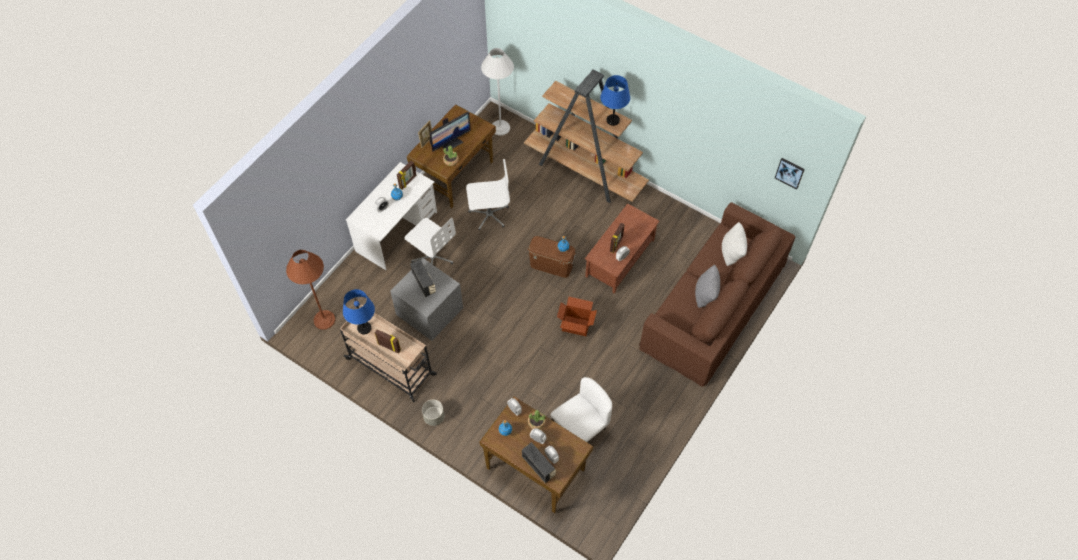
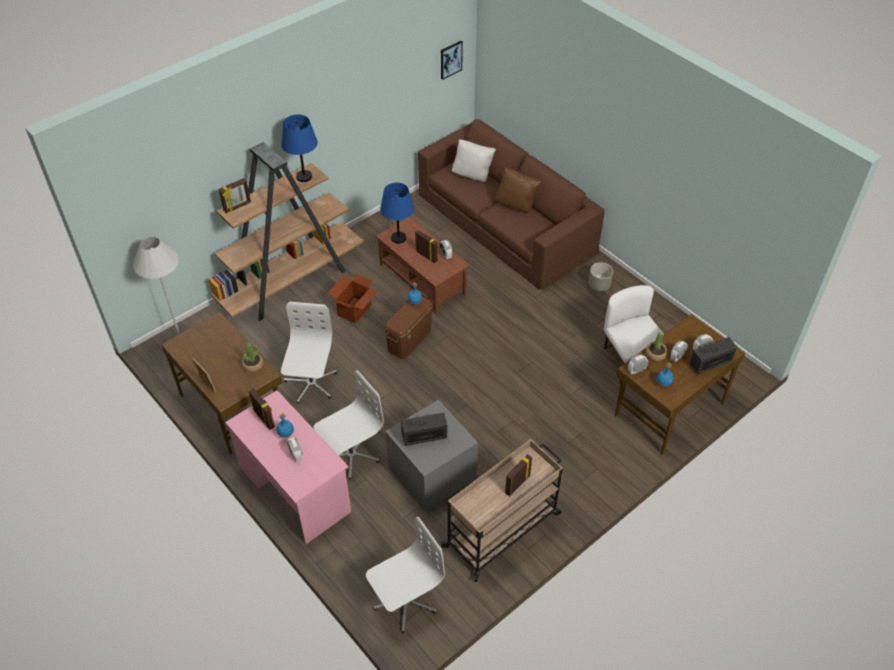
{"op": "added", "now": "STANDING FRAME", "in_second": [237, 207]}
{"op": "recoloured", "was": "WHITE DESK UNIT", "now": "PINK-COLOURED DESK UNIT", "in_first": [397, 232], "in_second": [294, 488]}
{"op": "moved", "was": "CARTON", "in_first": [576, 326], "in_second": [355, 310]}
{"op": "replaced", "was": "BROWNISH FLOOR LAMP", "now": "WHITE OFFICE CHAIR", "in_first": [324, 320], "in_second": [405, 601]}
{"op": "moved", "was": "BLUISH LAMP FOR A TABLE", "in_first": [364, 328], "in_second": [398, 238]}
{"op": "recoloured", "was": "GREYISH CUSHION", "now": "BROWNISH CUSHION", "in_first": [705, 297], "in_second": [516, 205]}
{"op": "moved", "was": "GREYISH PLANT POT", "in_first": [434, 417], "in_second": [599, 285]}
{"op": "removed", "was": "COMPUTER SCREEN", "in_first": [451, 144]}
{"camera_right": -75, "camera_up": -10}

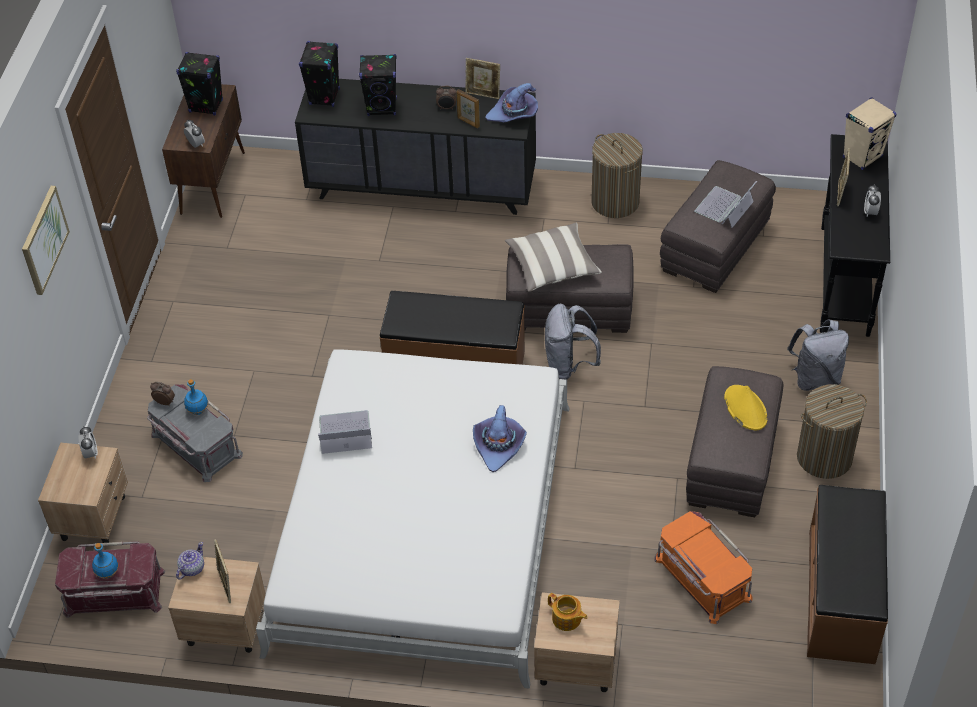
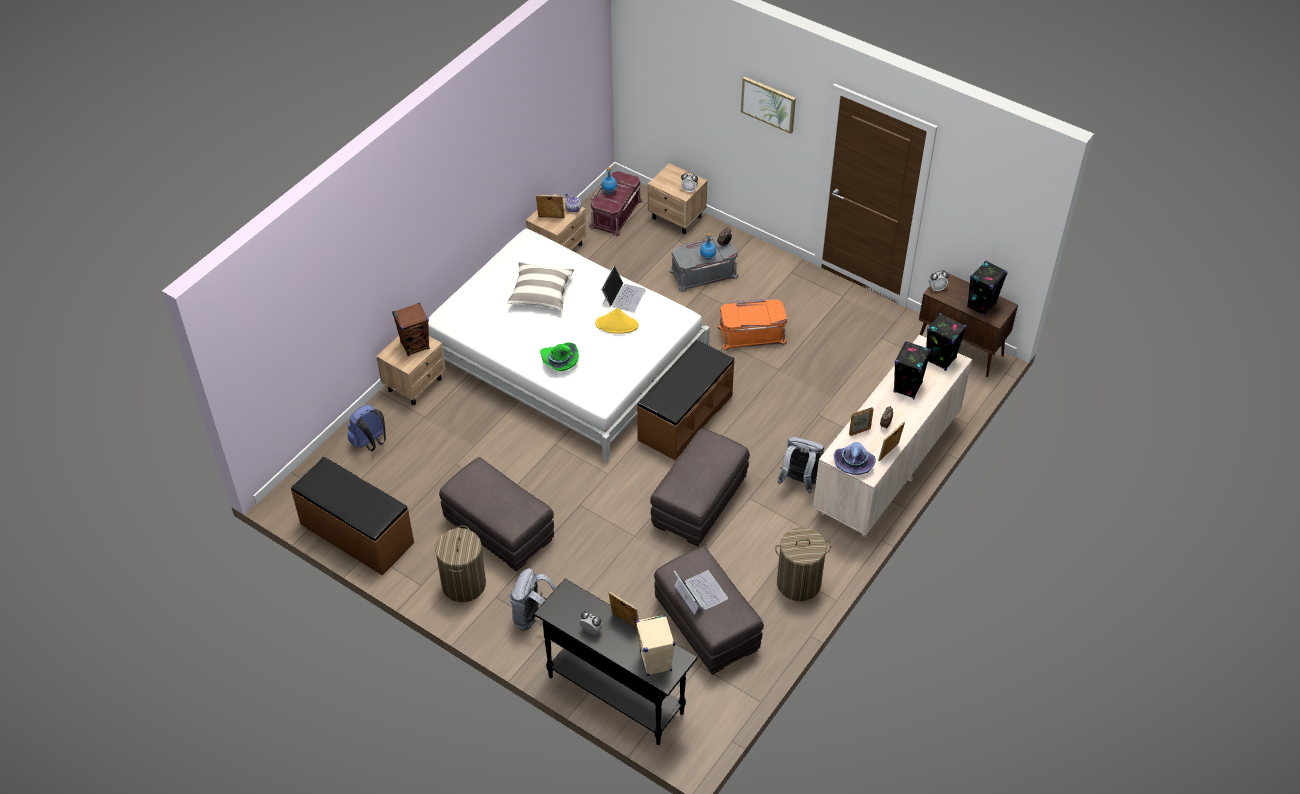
{"op": "added", "now": "BLUISH RUCKSACK", "in_second": [370, 443]}
{"op": "replaced", "was": "TEAPOT", "now": "BROWNISH SPEAKER", "in_first": [567, 619], "in_second": [415, 346]}
{"op": "moved", "was": "CUSHION", "in_first": [552, 266], "in_second": [541, 293]}
{"op": "recoloured", "was": "PURPLE WEARABLE HAT", "now": "GREENISH WEARABLE HAT", "in_first": [499, 445], "in_second": [559, 361]}
{"op": "moved", "was": "YELLOW WEARABLE HAT", "in_first": [745, 408], "in_second": [617, 325]}
{"op": "moved", "was": "ORANGE-COLOURED STORAGE BOX", "in_first": [701, 579], "in_second": [752, 334]}
{"op": "moved", "was": "GREYISH RUCKSACK", "in_first": [569, 365], "in_second": [799, 482]}
{"op": "recoloured", "was": "BLACKISH DRESSER", "now": "SAND-COLOURED DRESSER", "in_first": [422, 187], "in_second": [886, 468]}
{"camera_right": 115, "camera_up": 0}

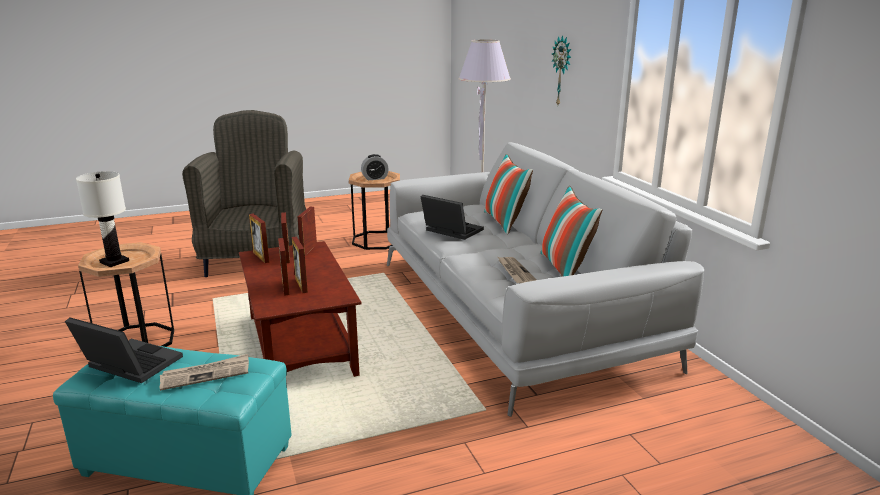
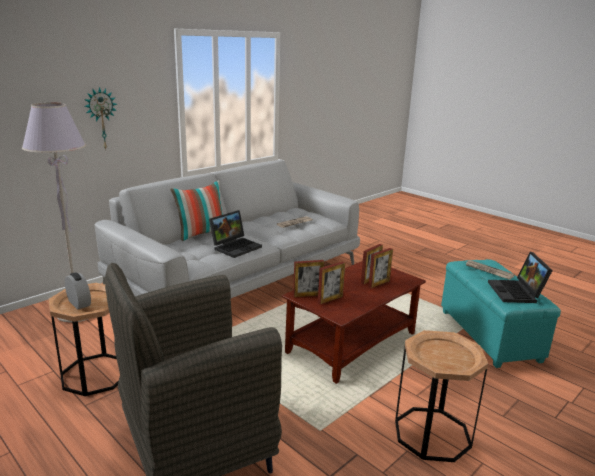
{"op": "turned", "was": "PORTABLE COMPUTER", "in_first": [450, 231], "in_second": [236, 247], "clockwise": -150}
{"op": "removed", "was": "WHITE LAMP FOR A TABLE", "in_first": [115, 262]}
{"op": "removed", "was": "STANDING FRAME", "in_first": [261, 257]}
{"op": "removed", "was": "CUSHION", "in_first": [565, 268]}
{"camera_right": -115, "camera_up": 0}

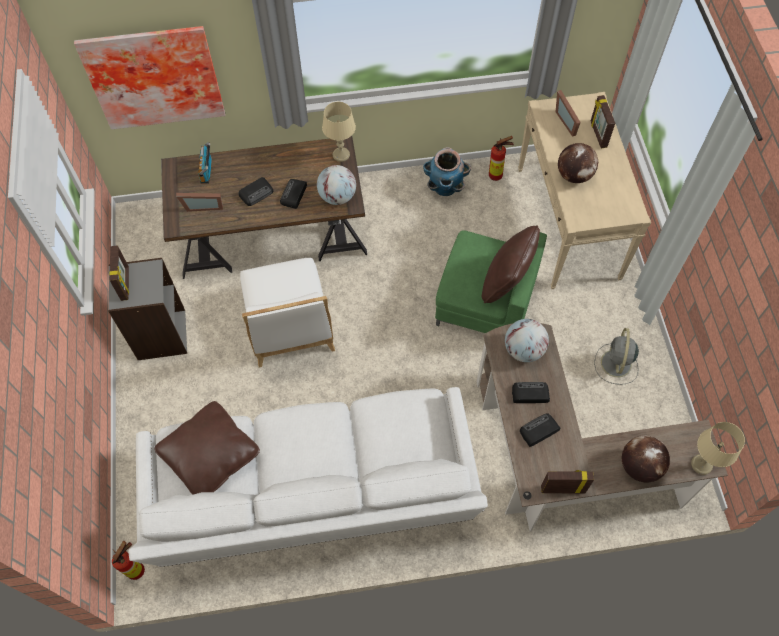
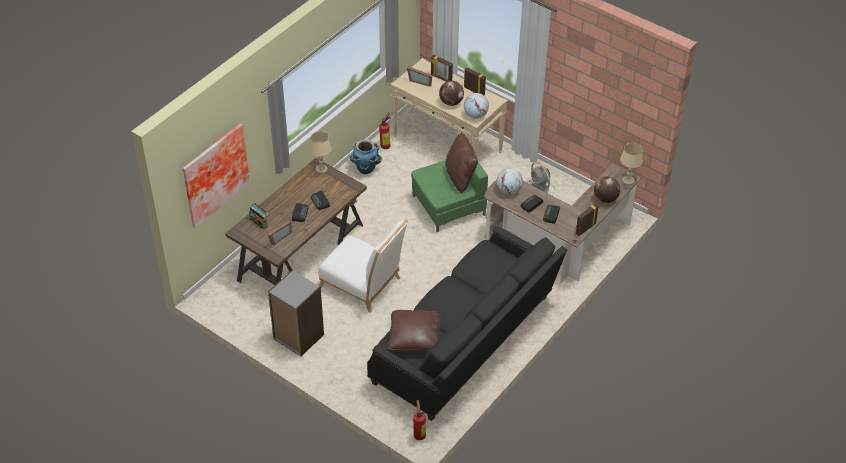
{"op": "recoloured", "was": "WHITE SOFA", "now": "BLACKISH SOFA", "in_first": [313, 495], "in_second": [465, 342]}
{"op": "moved", "was": "STANDING FRAME", "in_first": [125, 283], "in_second": [474, 91]}
{"op": "moved", "was": "WORLD GLOBE", "in_first": [337, 197], "in_second": [475, 115]}
{"camera_right": -45, "camera_up": -15}

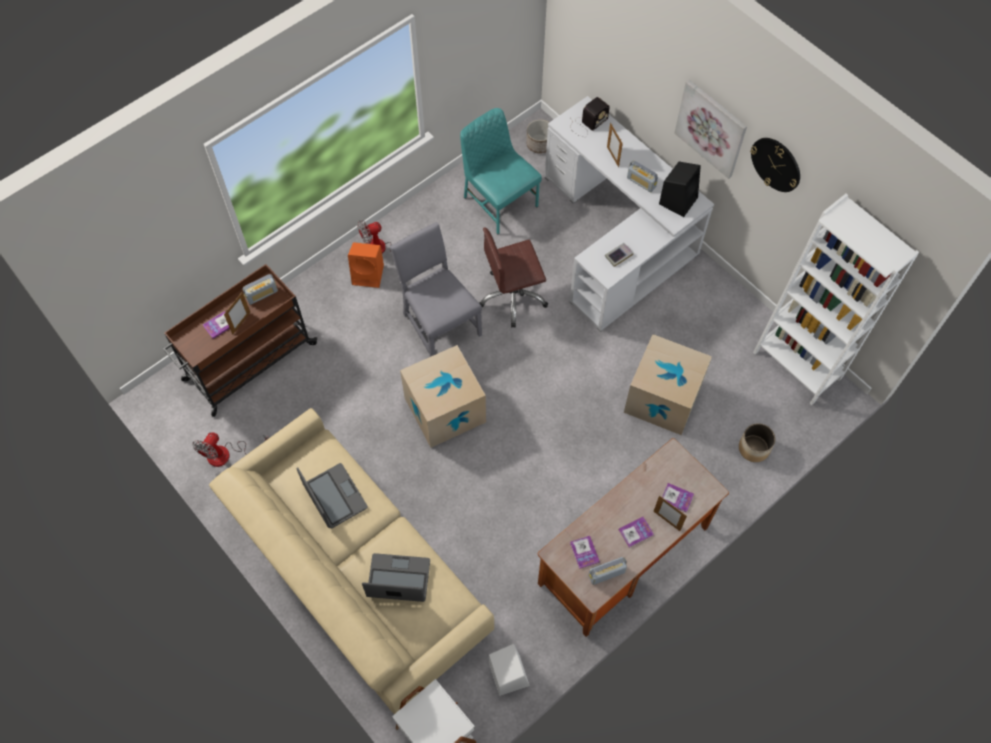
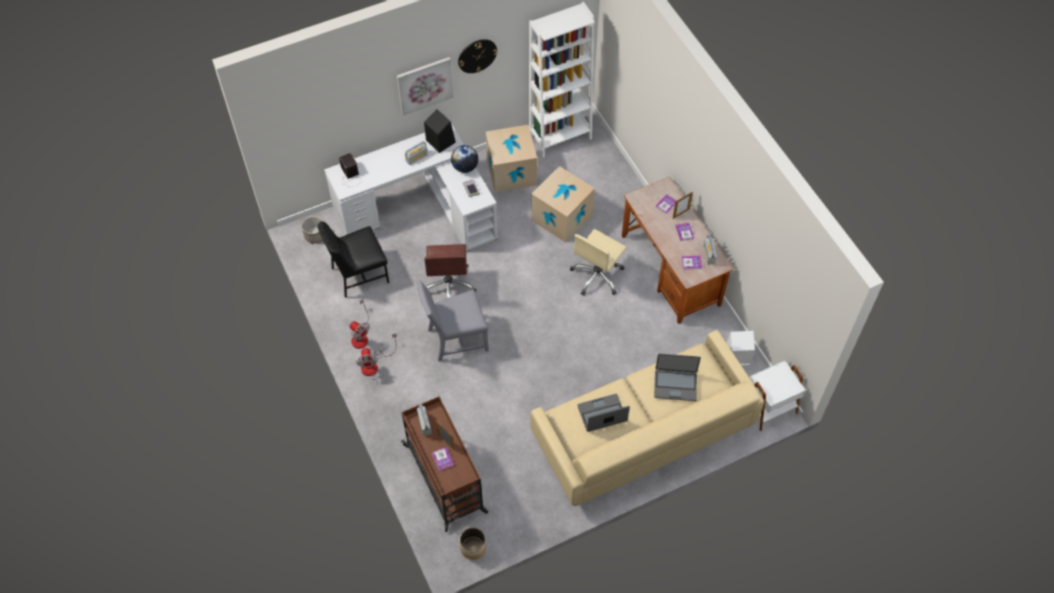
{"op": "recoloured", "was": "TURQUOISE-COLOURED CHAIR", "now": "BLACKISH CHAIR", "in_first": [499, 201], "in_second": [358, 274]}
{"op": "moved", "was": "COOLING FAN", "in_first": [227, 454], "in_second": [360, 335]}
{"op": "added", "now": "WORLD GLOBE", "in_second": [465, 167]}
{"op": "moved", "was": "PLANT POT", "in_first": [754, 449], "in_second": [473, 547]}
{"op": "moved", "was": "CARTON", "in_first": [445, 410], "in_second": [511, 171]}
{"op": "added", "now": "SAND-COLOURED OFFICE CHAIR", "in_second": [597, 276]}
{"op": "turned", "was": "PORTABLE COMPUTER", "in_first": [398, 579], "in_second": [675, 385], "clockwise": -105}
{"op": "removed", "was": "ORANGE-COLOURED SPEAKER", "in_first": [369, 274]}
{"op": "removed", "was": "STANDING FRAME", "in_first": [612, 157]}
{"camera_right": -75, "camera_up": -5}

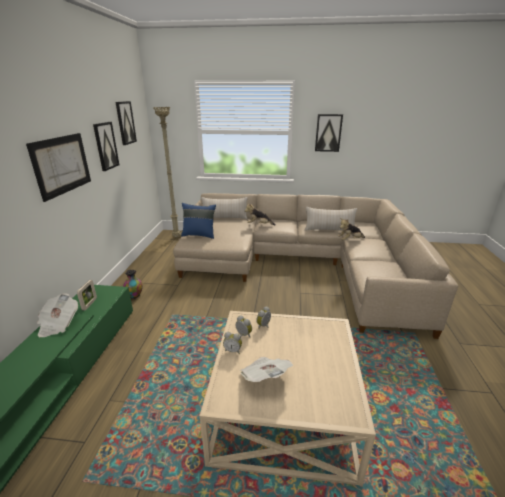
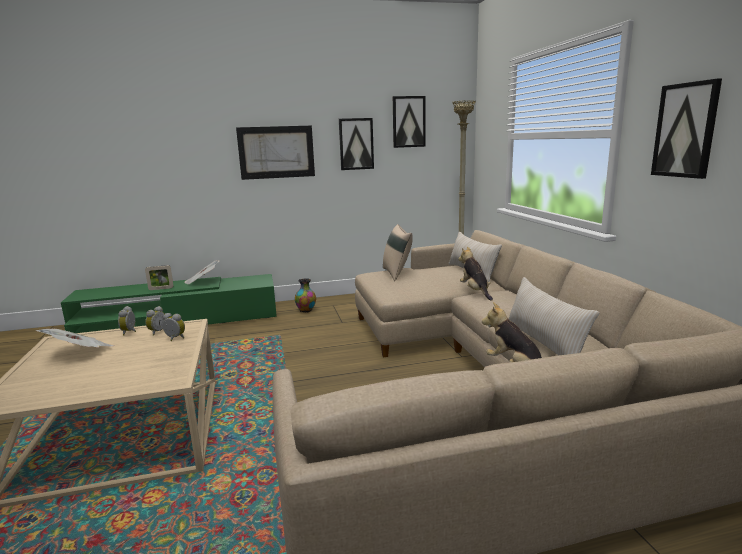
{"op": "moved", "was": "STANDING FRAME", "in_first": [89, 304], "in_second": [161, 288]}
{"op": "recoloured", "was": "BLUISH CUSHION", "now": "SAND-COLOURED CUSHION", "in_first": [199, 235], "in_second": [397, 274]}
{"camera_right": 70, "camera_up": -10}

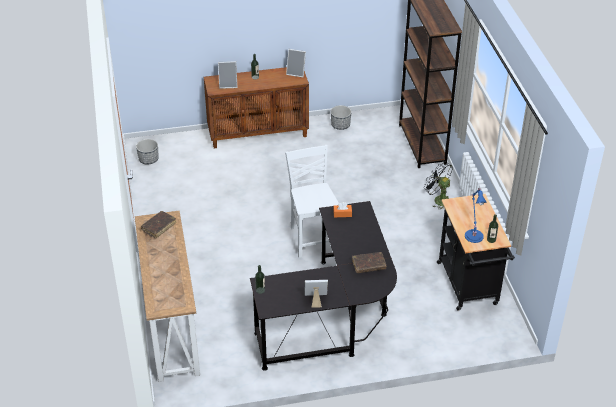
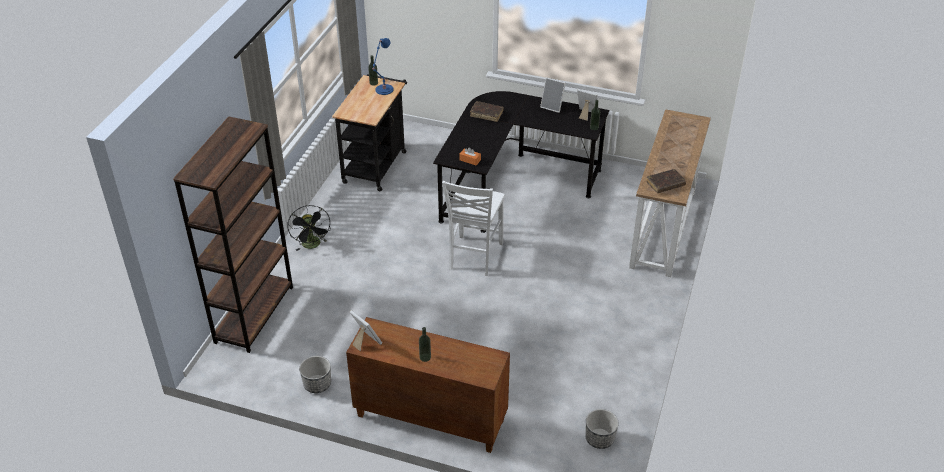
{"op": "moved", "was": "STANDING FRAME", "in_first": [228, 84], "in_second": [586, 114]}
{"camera_right": -150, "camera_up": 0}

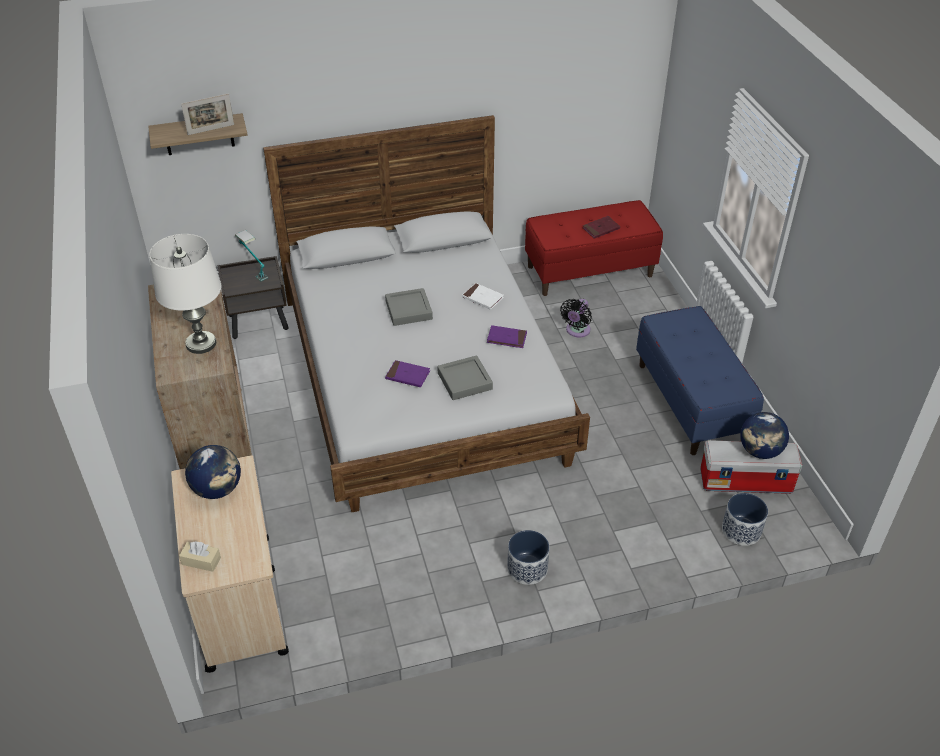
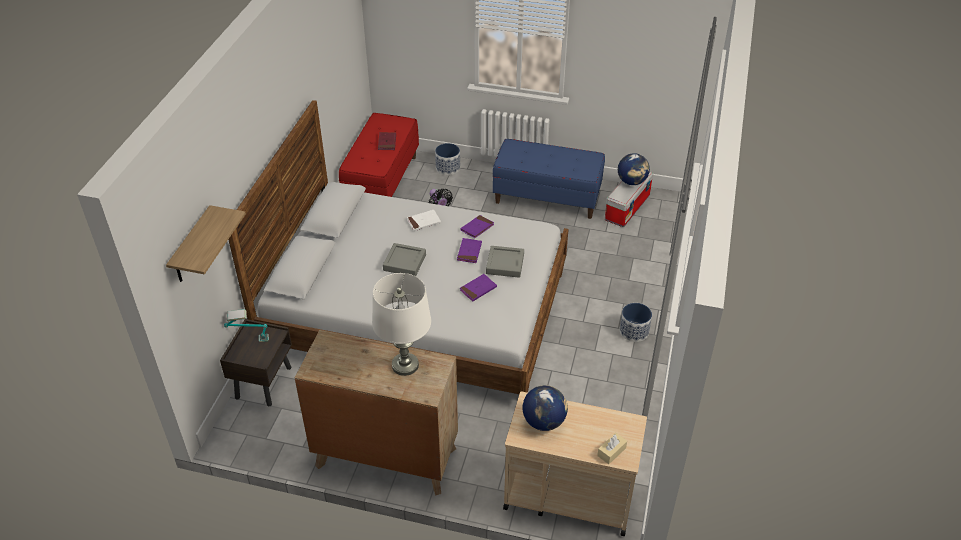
{"op": "moved", "was": "PLANT POT", "in_first": [741, 530], "in_second": [447, 168]}
{"op": "added", "now": "PURPLE BOUND BOOK", "in_second": [469, 252]}
{"op": "removed", "was": "STANDING FRAME", "in_first": [211, 129]}
{"camera_right": -60, "camera_up": 0}

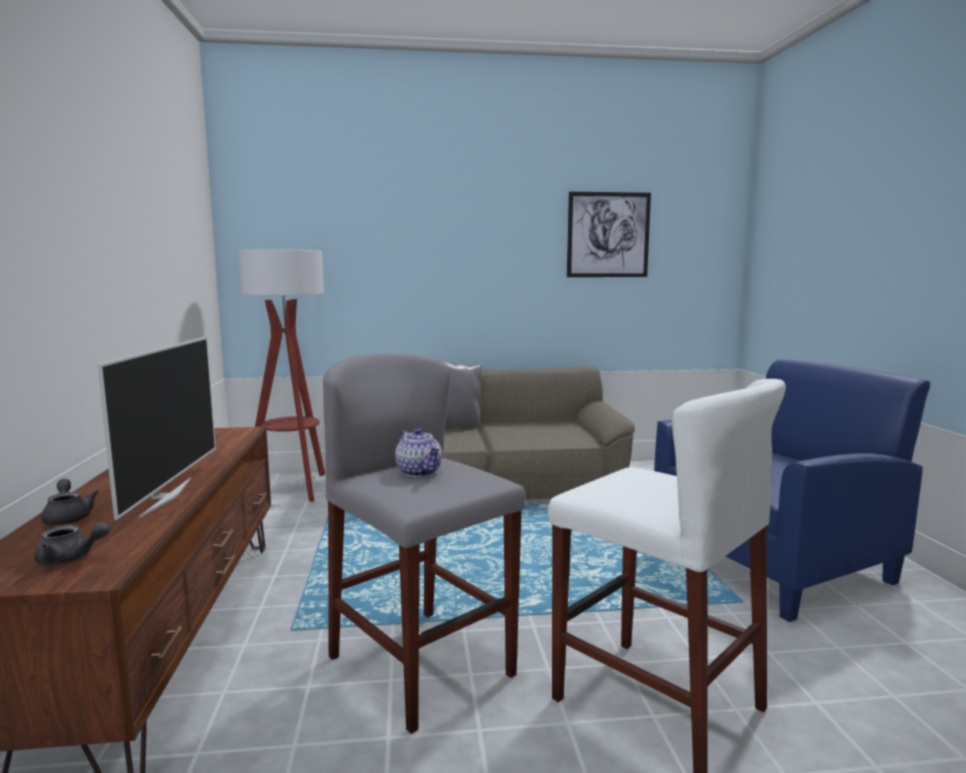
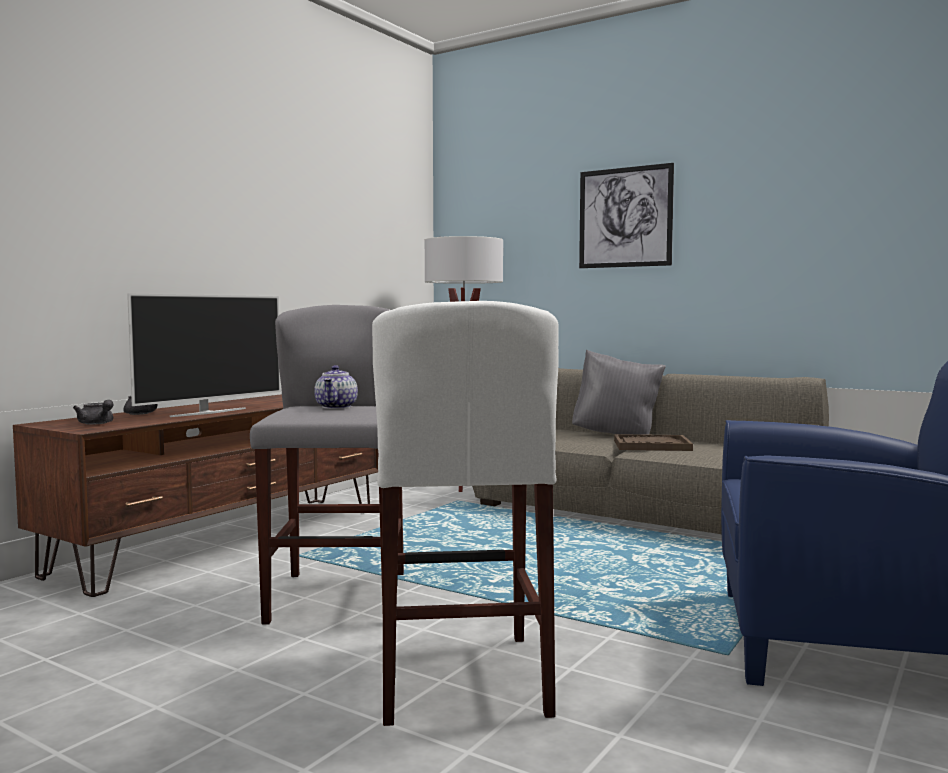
{"op": "moved", "was": "WALL ART", "in_first": [608, 235], "in_second": [625, 217]}
{"op": "added", "now": "BROWNISH TRAY", "in_second": [651, 445]}
{"camera_right": 40, "camera_up": -5}

